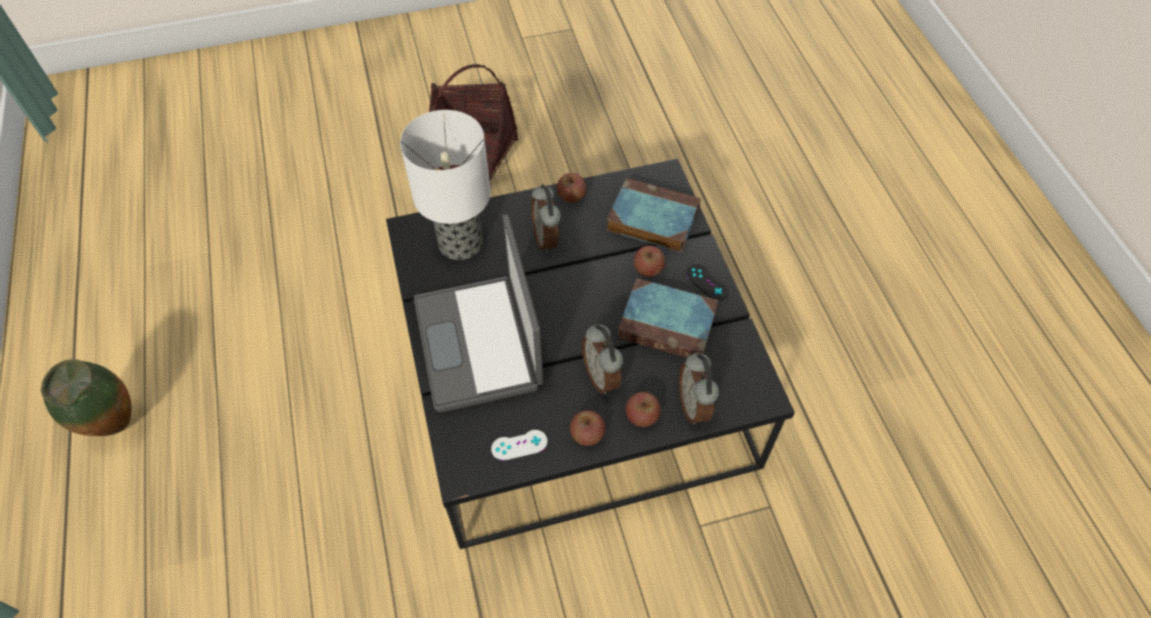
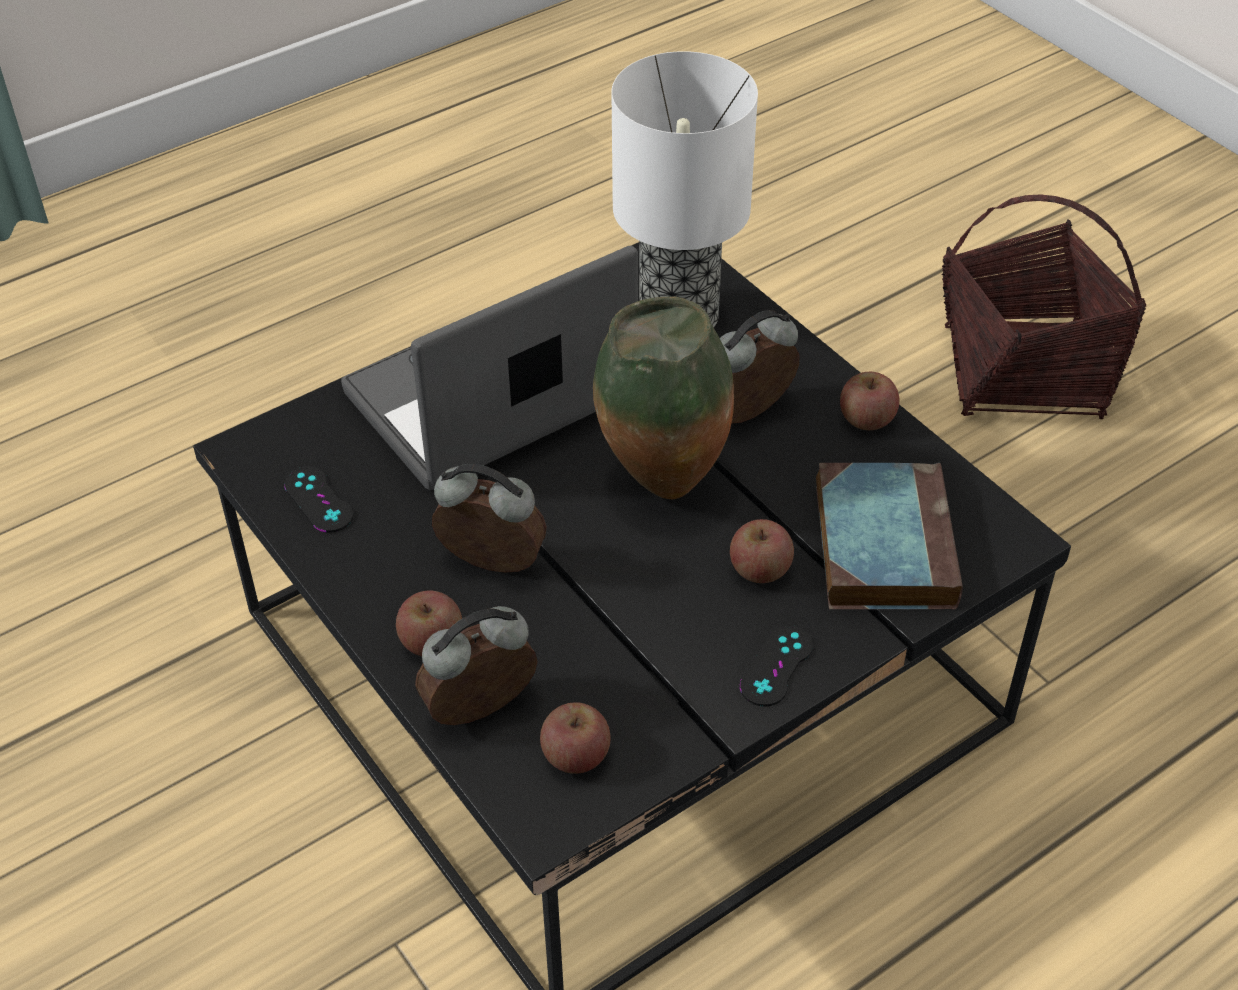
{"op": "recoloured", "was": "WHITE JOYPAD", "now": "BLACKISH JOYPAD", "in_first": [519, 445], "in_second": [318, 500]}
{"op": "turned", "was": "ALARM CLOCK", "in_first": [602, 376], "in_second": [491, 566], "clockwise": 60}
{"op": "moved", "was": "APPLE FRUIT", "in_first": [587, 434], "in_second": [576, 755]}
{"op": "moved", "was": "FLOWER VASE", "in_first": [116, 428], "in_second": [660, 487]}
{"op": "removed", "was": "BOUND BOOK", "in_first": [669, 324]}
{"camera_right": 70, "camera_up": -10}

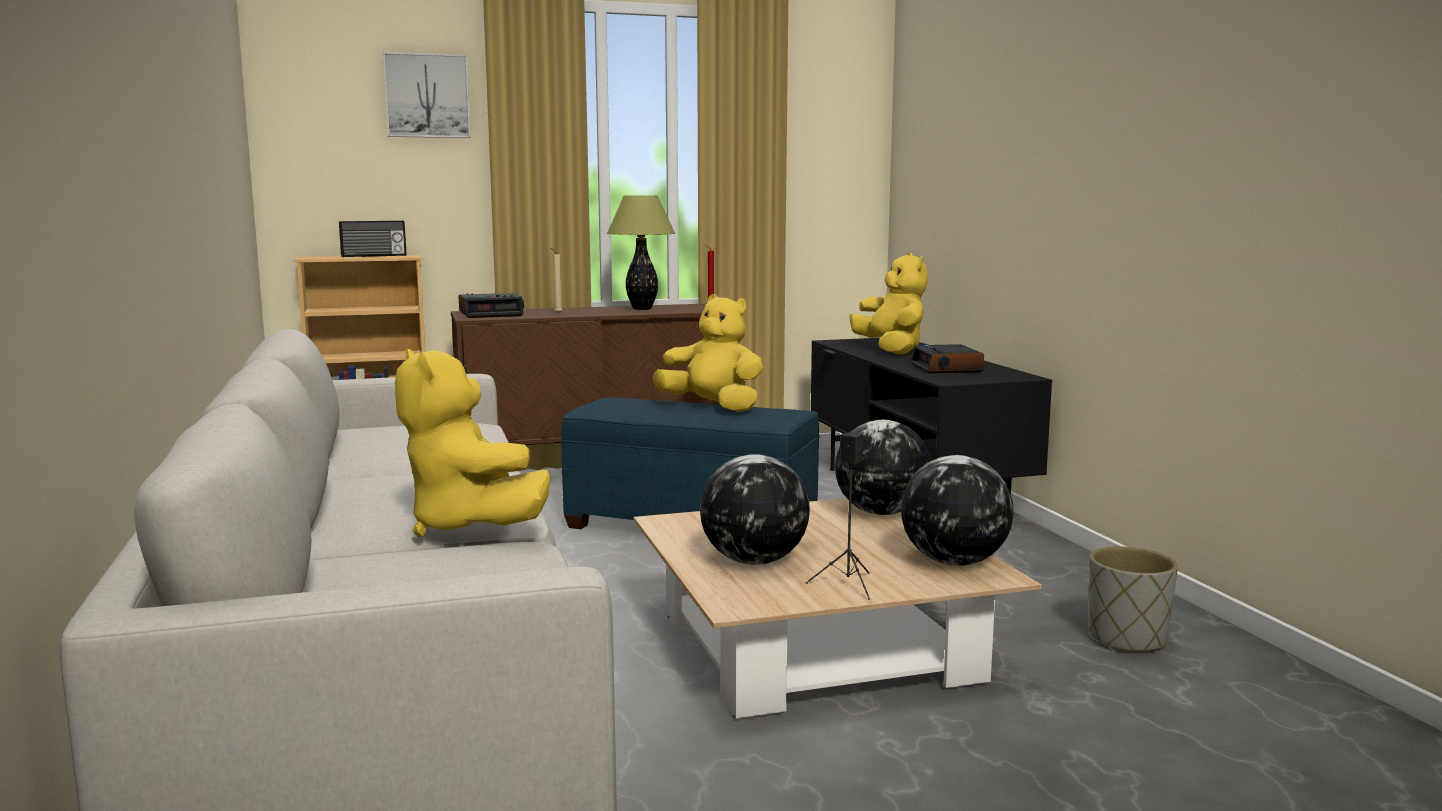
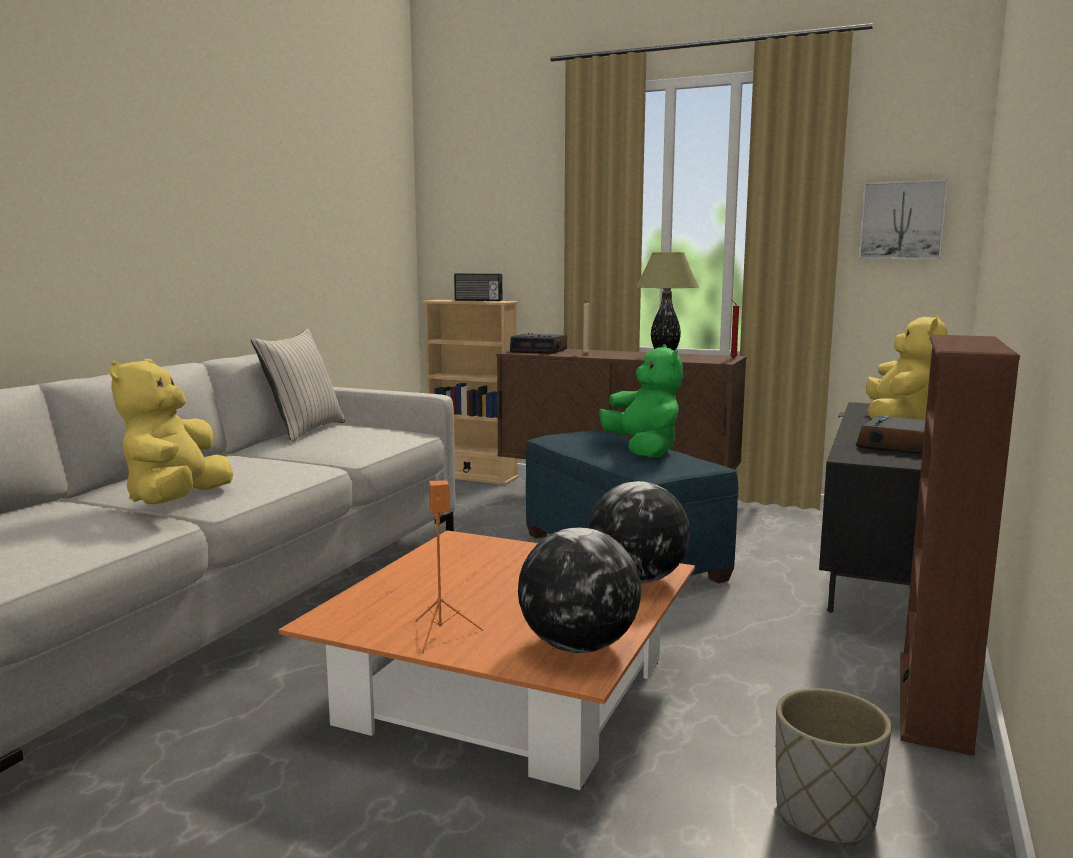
{"op": "added", "now": "SAND-COLOURED CUSHION", "in_second": [303, 431]}
{"op": "recoloured", "was": "SAND-COLOURED COFFEE TABLE", "now": "ORANGE-COLOURED COFFEE TABLE", "in_first": [814, 646], "in_second": [506, 690]}
{"op": "recoloured", "was": "BLACKISH SPEAKER", "now": "ORANGE-COLOURED SPEAKER", "in_first": [848, 585], "in_second": [440, 634]}
{"op": "recoloured", "was": "YELLOW CUDDLY TOY", "now": "GREENISH CUDDLY TOY", "in_first": [713, 407], "in_second": [644, 450]}
{"op": "moved", "was": "WALL ART", "in_first": [427, 96], "in_second": [902, 221]}
{"op": "added", "now": "BROWNISH BOOKSHELF", "in_second": [934, 701]}
{"op": "removed", "was": "WORLD GLOBE", "in_first": [753, 561]}
{"camera_right": 40, "camera_up": 0}

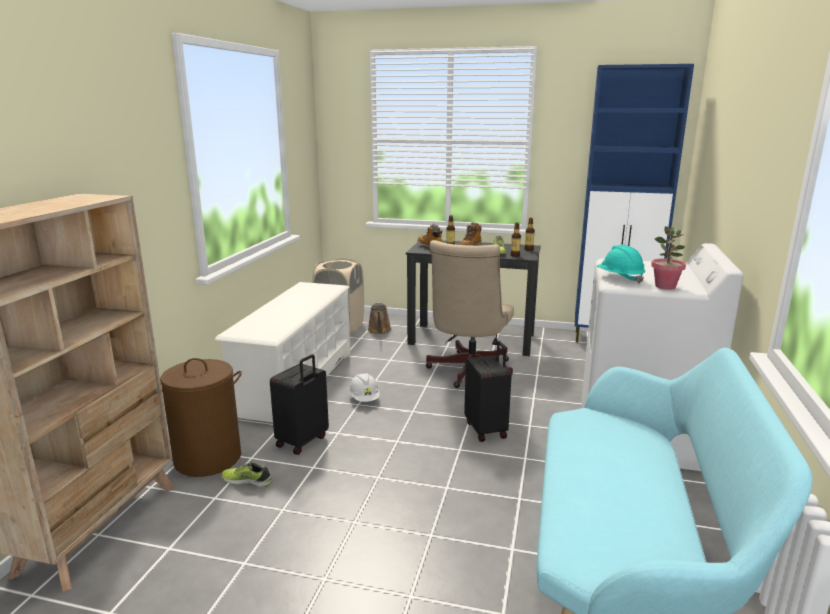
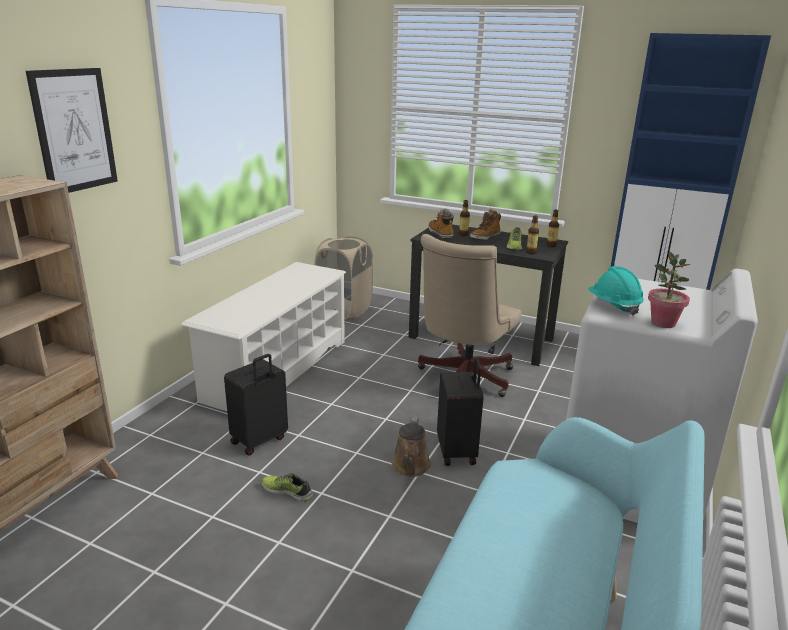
{"op": "added", "now": "WALL ART", "in_second": [74, 130]}
{"op": "moved", "was": "SHOE", "in_first": [247, 480], "in_second": [287, 491]}
{"op": "moved", "was": "BROWNISH WATERING CAN", "in_first": [379, 330], "in_second": [410, 467]}
{"op": "removed", "was": "BROWNISH HAMPER", "in_first": [208, 458]}
{"op": "removed", "was": "WHITE SAFETY HELMET", "in_first": [364, 399]}
{"camera_right": 10, "camera_up": 5}

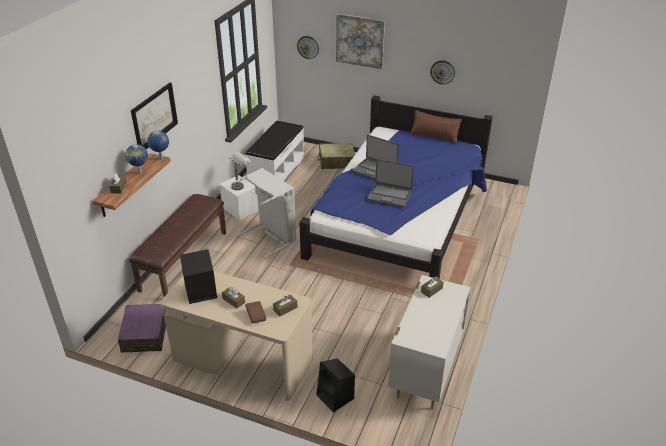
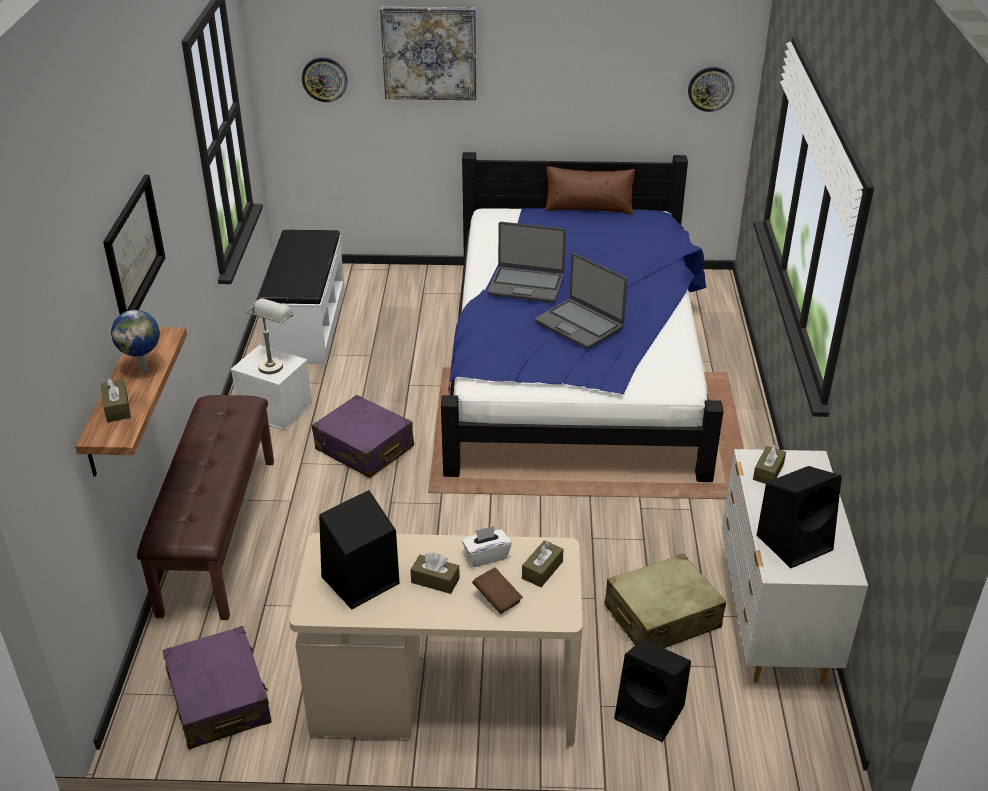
{"op": "replaced", "was": "GREYISH HAMPER", "now": "PURPLE SUITCASE", "in_first": [271, 236], "in_second": [364, 448]}
{"op": "added", "now": "WHITE TISSUE HOLDER", "in_second": [486, 556]}
{"op": "turned", "was": "PORTABLE COMPUTER", "in_first": [389, 195], "in_second": [579, 324], "clockwise": 45}
{"op": "moved", "was": "SAND-COLOURED SUITCASE", "in_first": [336, 162], "in_second": [661, 617]}
{"op": "moved", "was": "HANGING CLOCK", "in_first": [442, 72], "in_second": [710, 88]}
{"op": "added", "now": "BLACKISH SPEAKER", "in_second": [795, 541]}
{"op": "removed", "was": "WORLD GLOBE", "in_first": [161, 159]}
{"camera_right": -20, "camera_up": 0}

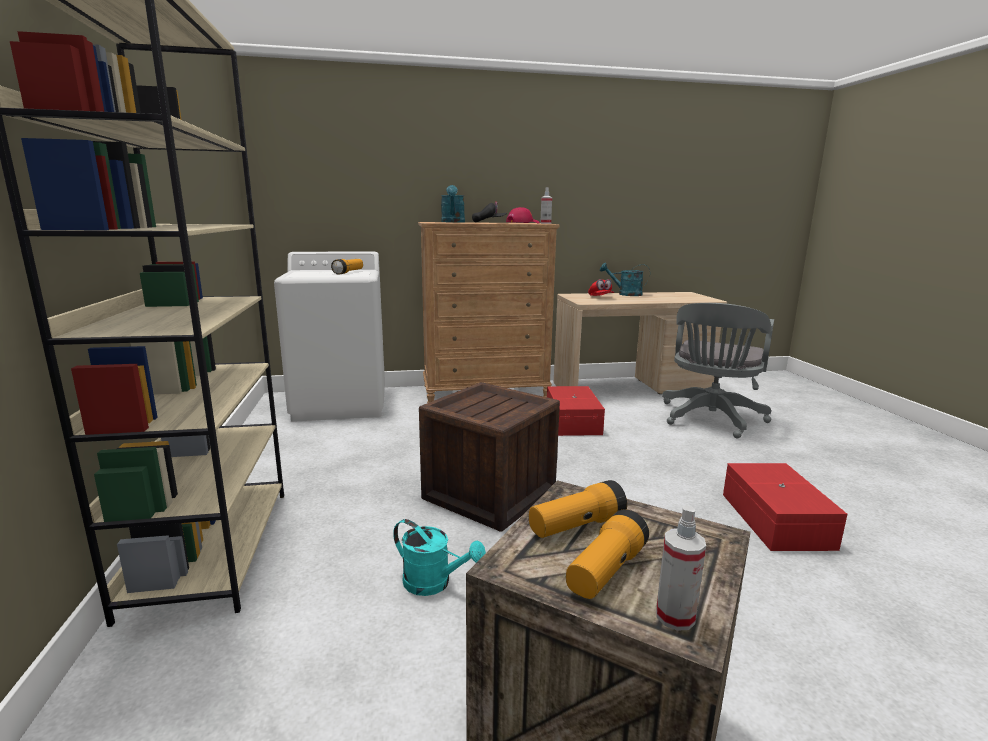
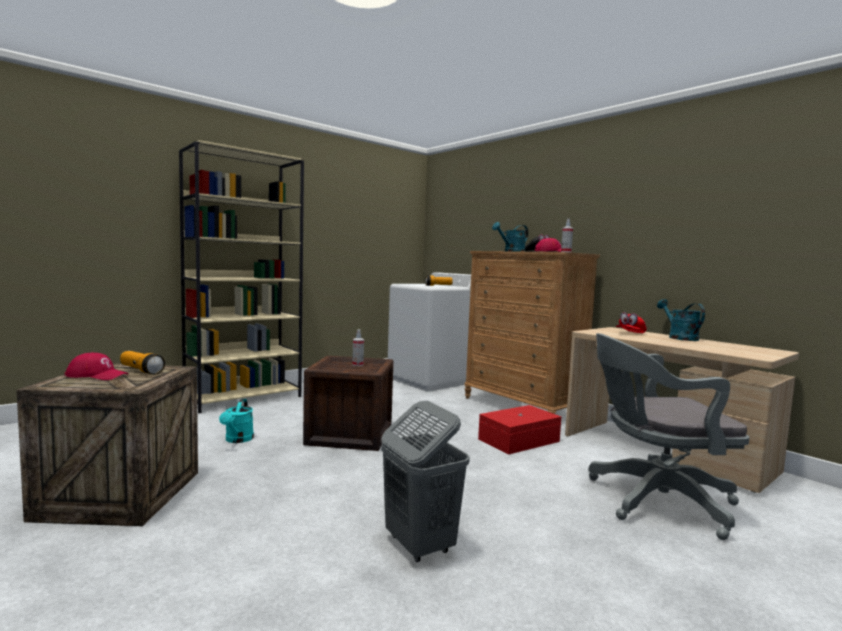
{"op": "replaced", "was": "TORCH", "now": "RED PEAKED CAP", "in_first": [606, 571], "in_second": [97, 375]}
{"op": "moved", "was": "SPRAYER", "in_first": [675, 616], "in_second": [357, 365]}
{"op": "replaced", "was": "RED STORAGE BOX", "now": "GREYISH HAMPER", "in_first": [774, 521], "in_second": [419, 545]}
{"camera_right": 60, "camera_up": -10}

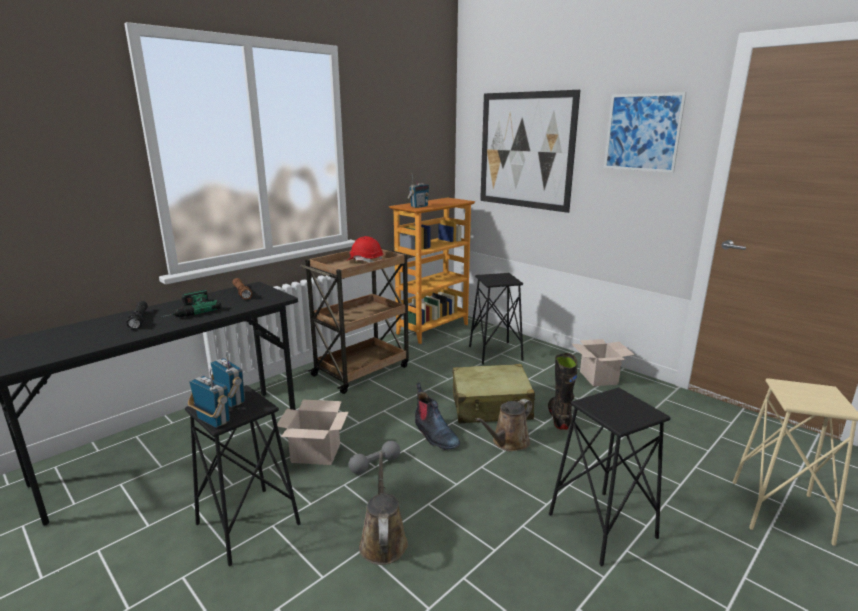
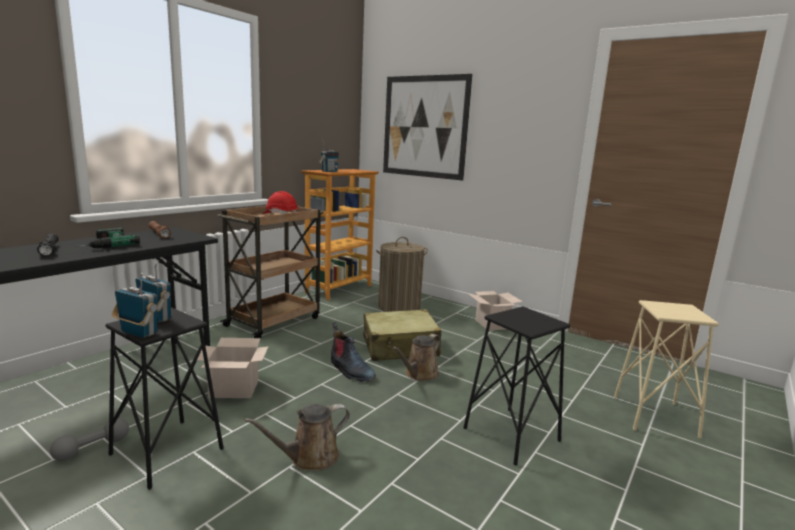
{"op": "moved", "was": "GREYISH DUMBBELL", "in_first": [375, 465], "in_second": [92, 448]}
{"op": "turned", "was": "BROWNISH WATERING CAN", "in_first": [383, 540], "in_second": [309, 458], "clockwise": -105}
{"op": "replaced", "was": "BLACKISH STOOL", "now": "HAMPER", "in_first": [495, 353], "in_second": [399, 307]}
{"op": "removed", "was": "BLACKISH HIGH-TOP BOOT", "in_first": [559, 417]}
{"op": "removed", "was": "WALL ART", "in_first": [642, 132]}
{"camera_right": -10, "camera_up": -5}

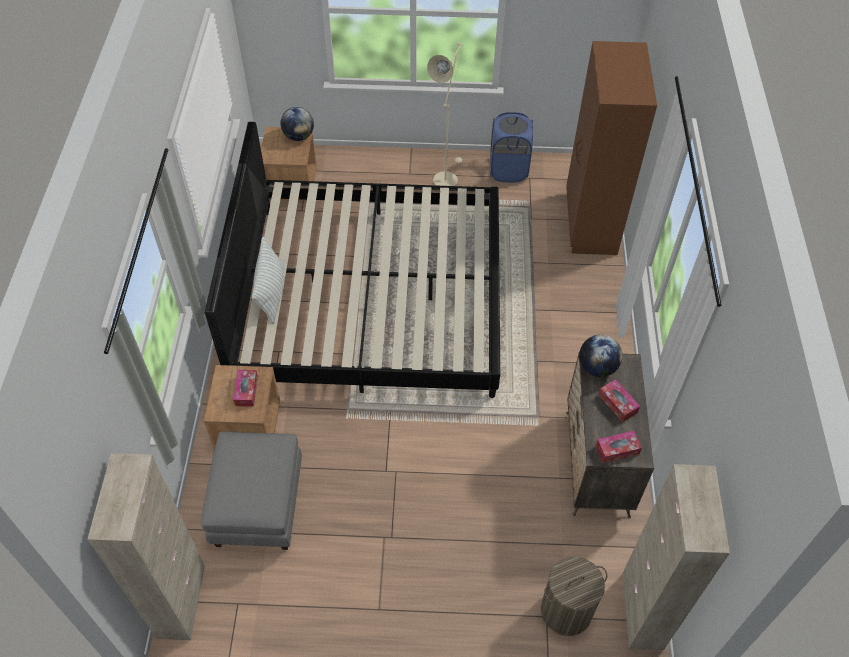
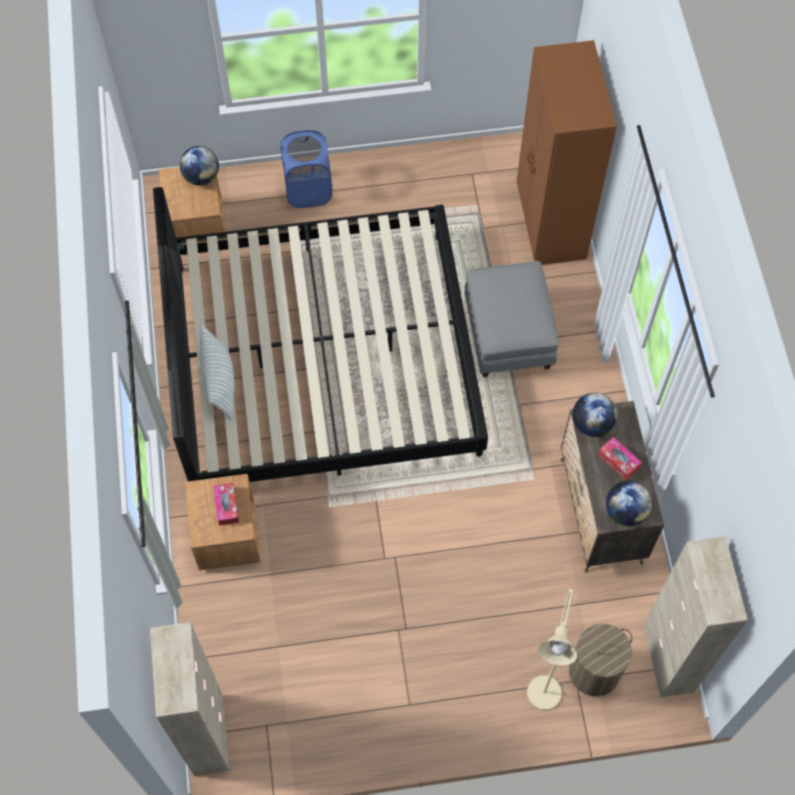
{"op": "moved", "was": "BLUISH HAMPER", "in_first": [508, 170], "in_second": [308, 190]}
{"op": "moved", "was": "GREYISH OTTOMAN", "in_first": [257, 505], "in_second": [507, 334]}
{"op": "moved", "was": "SAND-COLOURED FLOOR LAMP", "in_first": [446, 177], "in_second": [544, 685]}
{"op": "replaced", "was": "TISSUE HOLDER", "now": "WORLD GLOBE", "in_first": [617, 450], "in_second": [625, 511]}
{"camera_right": -10, "camera_up": 10}

